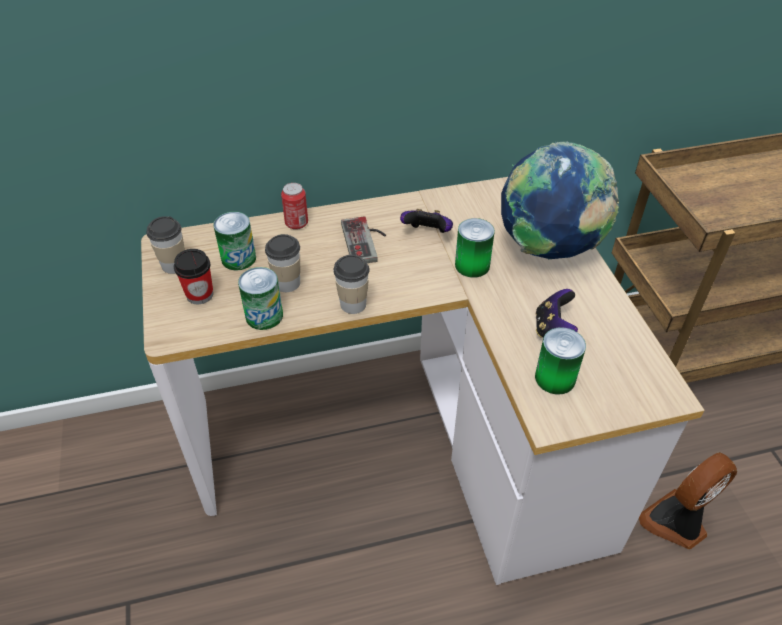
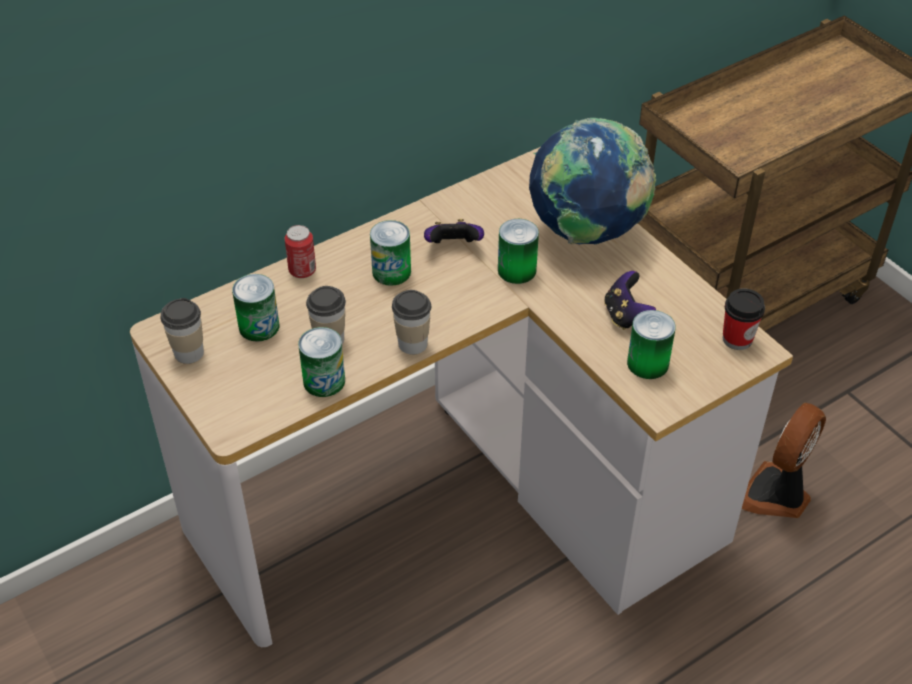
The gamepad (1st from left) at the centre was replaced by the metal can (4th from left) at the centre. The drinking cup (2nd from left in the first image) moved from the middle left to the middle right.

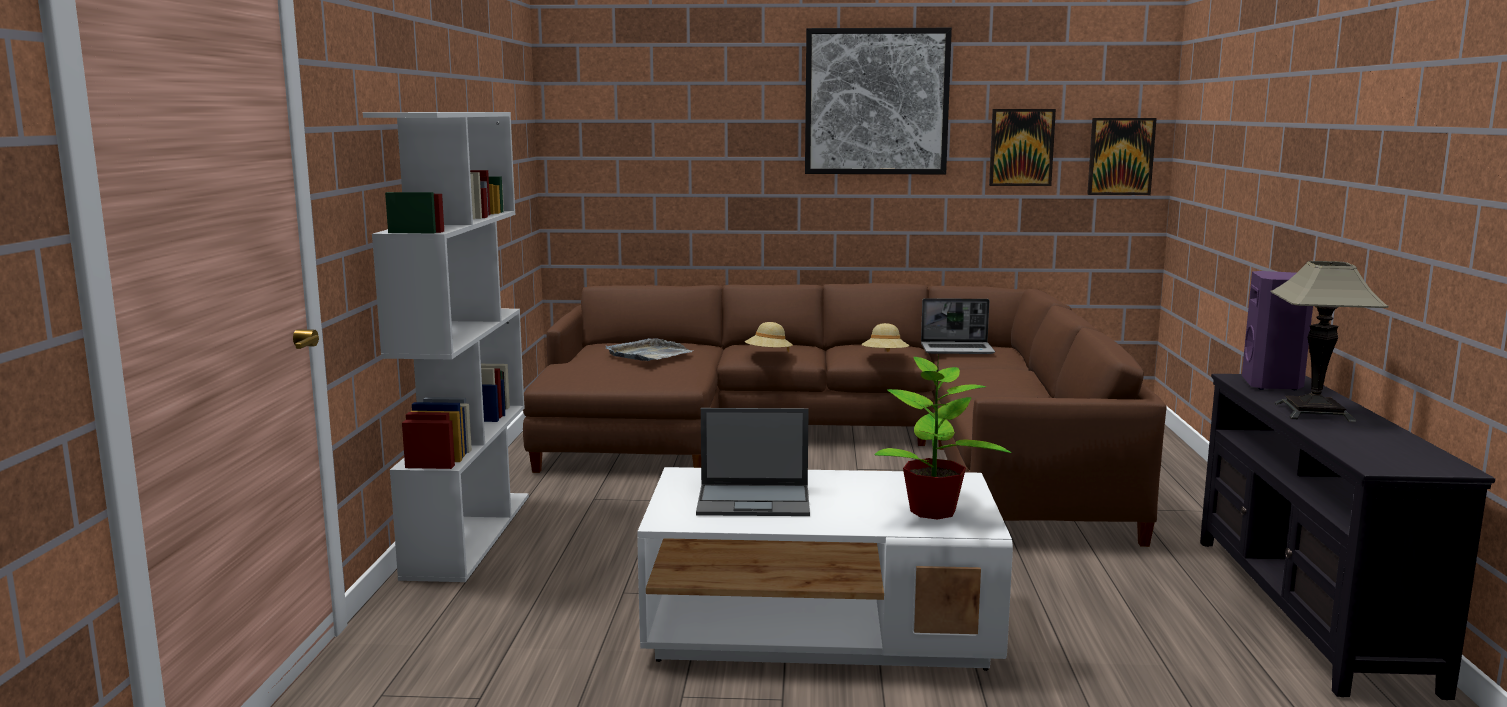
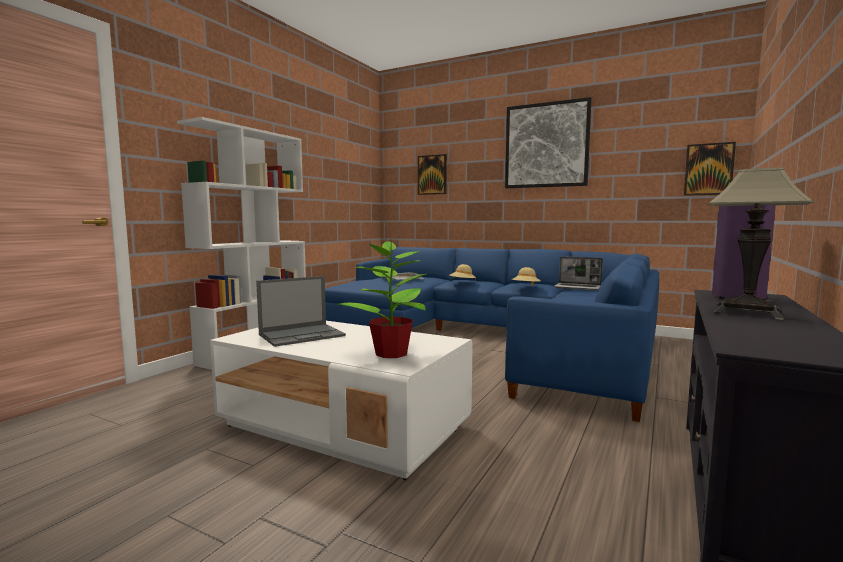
The portable computer (1st from left) at the centre turned 60 degrees counterclockwise. The brown-coloured settee at the centre became the blue settee at the centre. The picture (2nd from left in the first image) moved from the top right to the top centre.

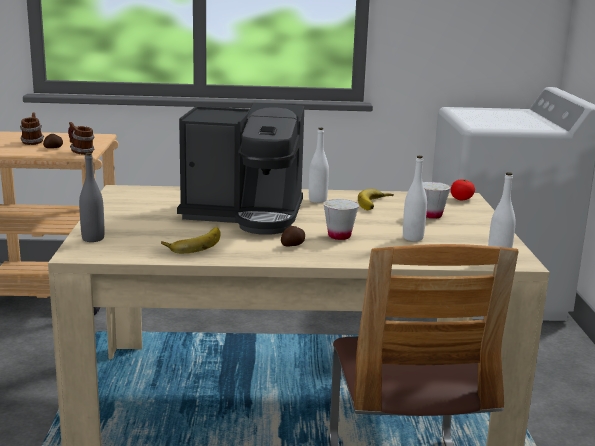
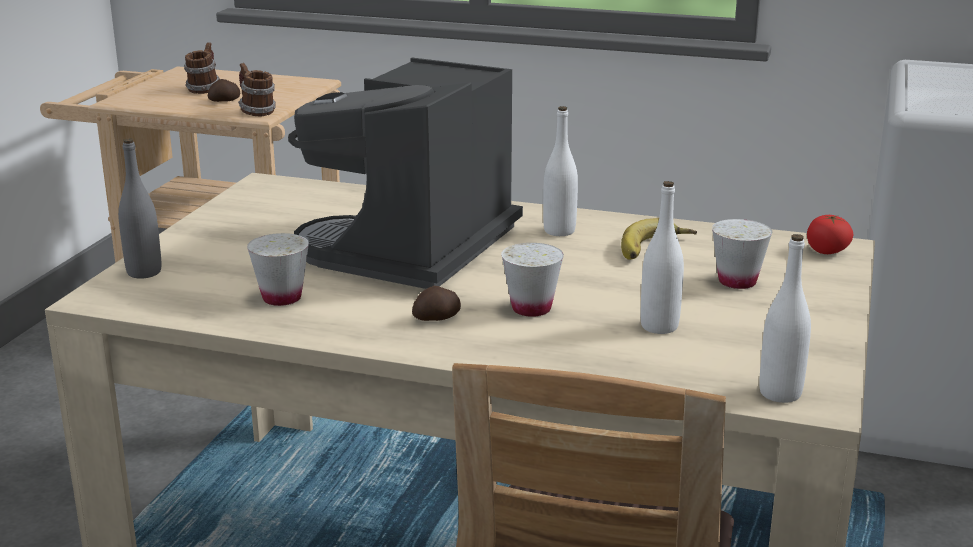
The banana (1st from left) at the middle left was replaced by the white drinking cup (1st from left) at the middle left. The coffee machine at the centre turned 90 degrees clockwise.

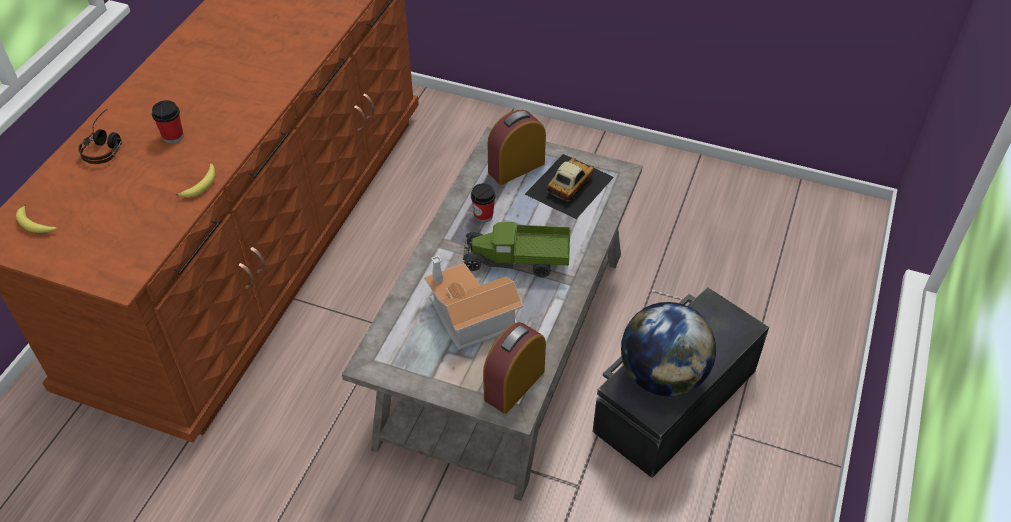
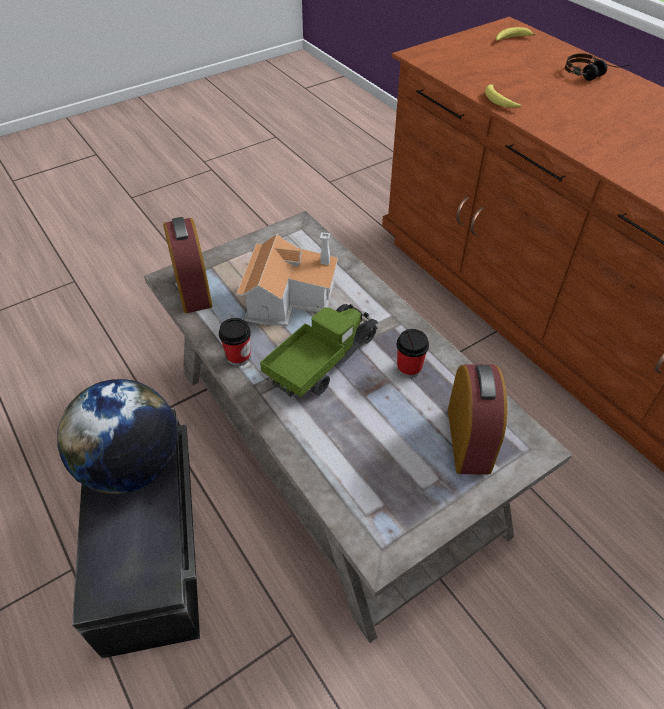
The drinking cup (1st from left) moved from the top left to the centre. The model car at the centre disappeared.

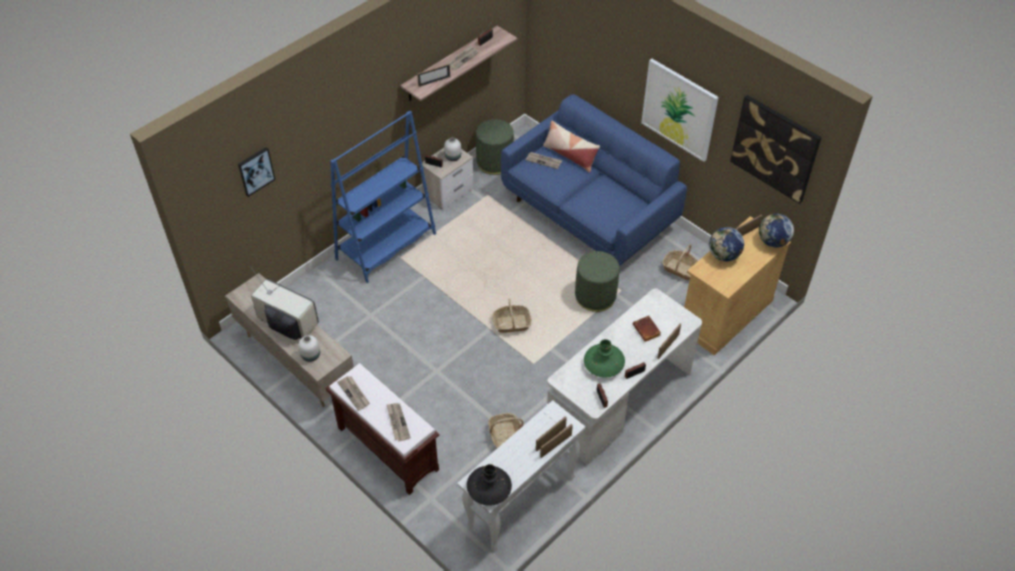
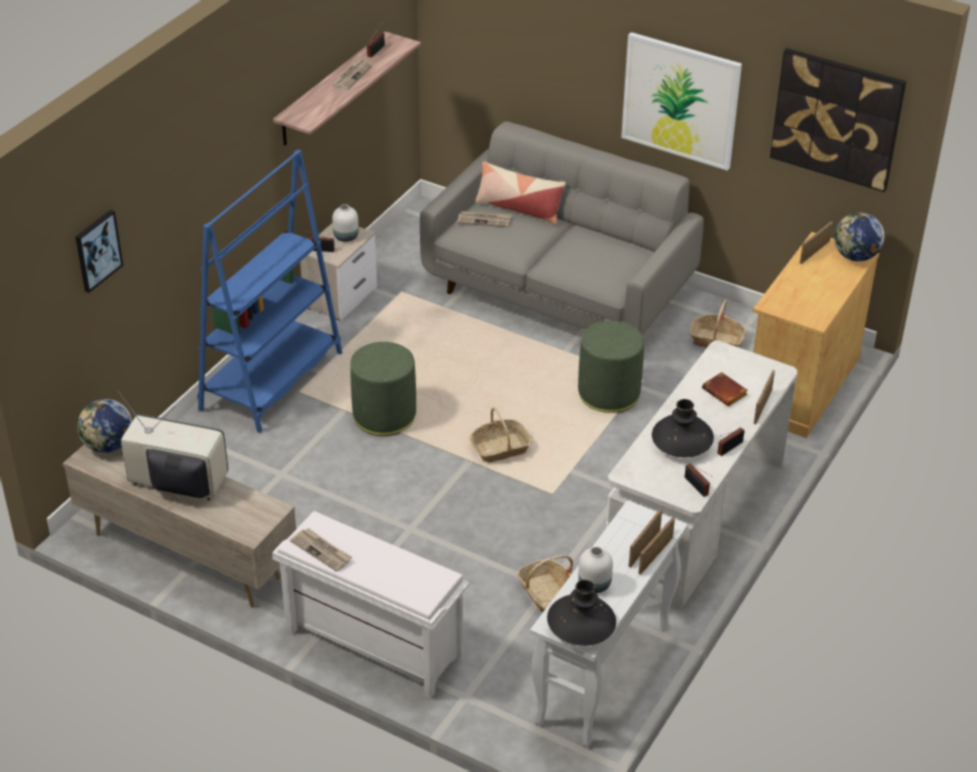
The globe (1st from left) moved from the middle right to the middle left. The brown-coloured long seat at the bottom centre became the white long seat at the bottom centre. The green footrest (1st from left) moved from the top centre to the centre. The blue settee at the top centre became the grey settee at the top centre. The white vase (1st from left in the first image) moved from the middle left to the bottom centre. The green vase at the centre became the black vase (2nd from left) at the middle right. The daily paper (2nd from left) at the bottom centre disappeared. The standing frame (1st from left) at the top centre disappeared.

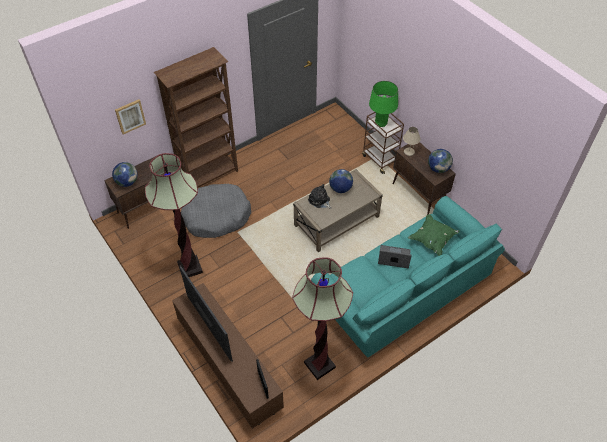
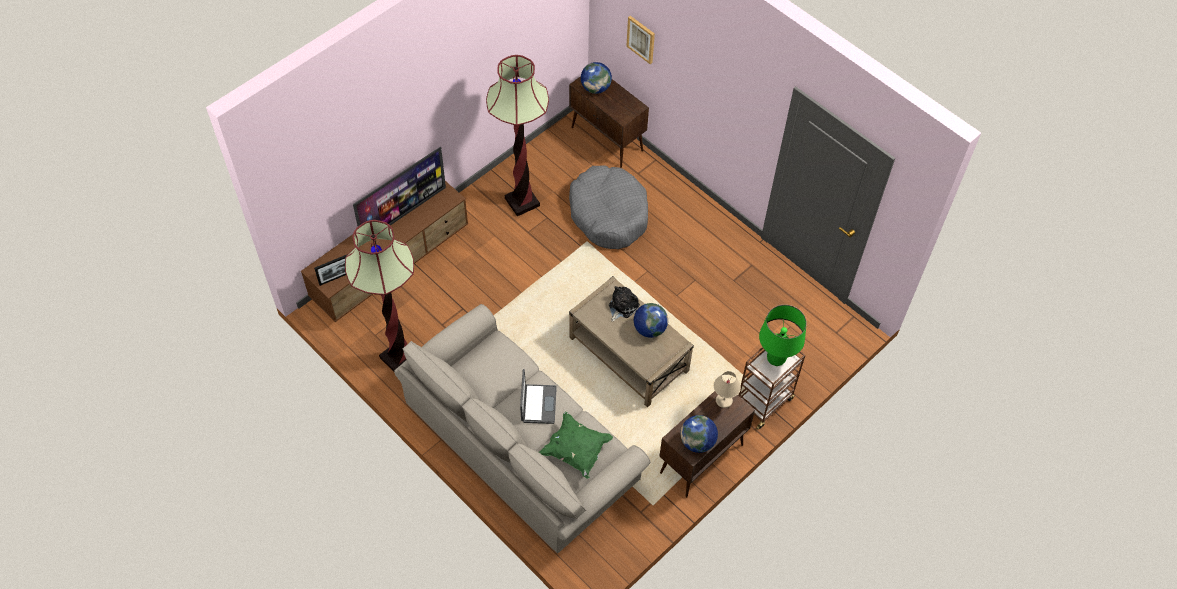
The turquoise settee at the middle right became the sand-coloured settee at the bottom centre. The brown-coloured shelving unit at the top left disappeared.

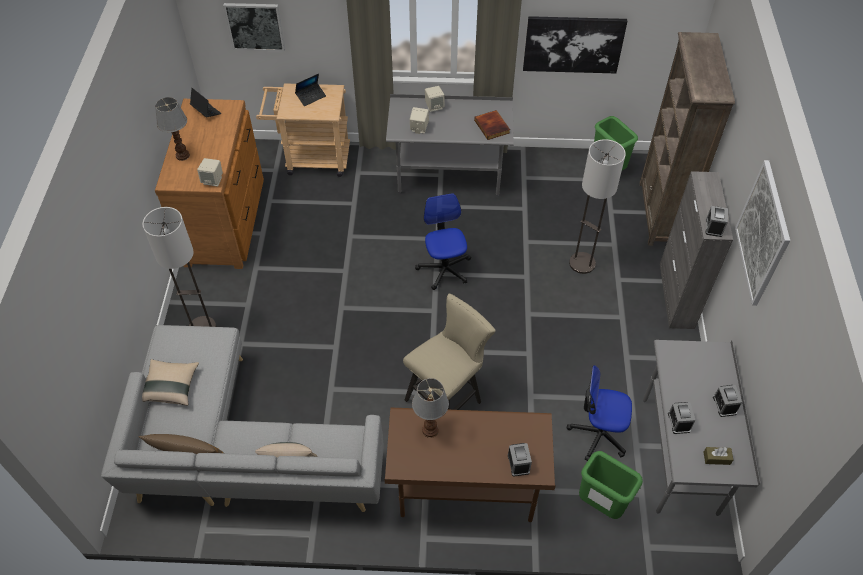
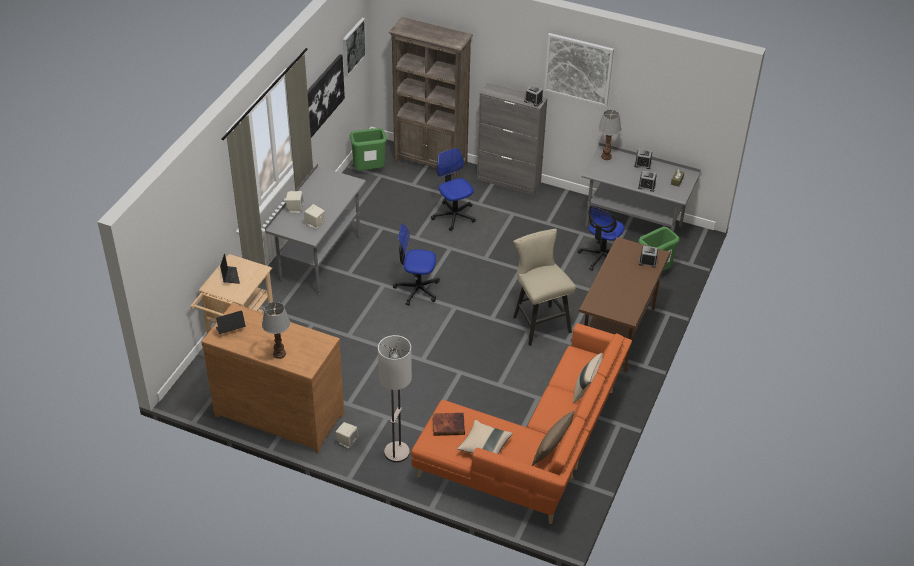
The sand-coloured audio speaker (1st from left in the first image) moved from the top left to the bottom centre. The picture (1st from left in the first image) moved from the top left to the top centre. The grey settee at the bottom left became the orange settee at the bottom centre. The floor lamp (2nd from left) at the middle right was replaced by the computer chair (2nd from left) at the centre. The book moved from the top centre to the bottom centre. The lamp for a table (2nd from left) moved from the bottom centre to the top centre.

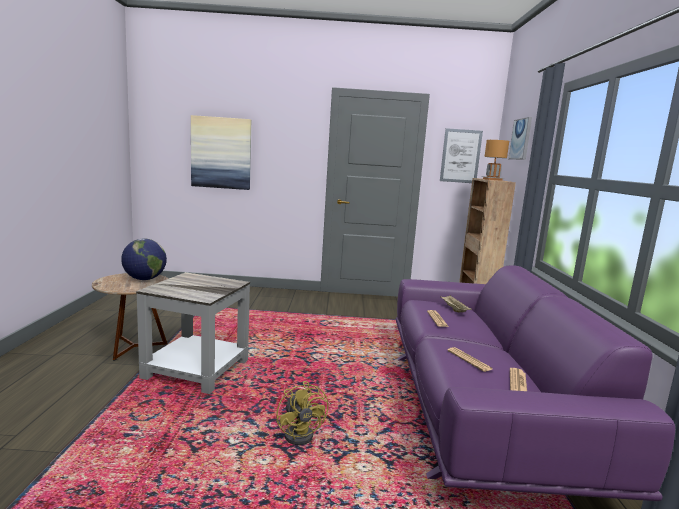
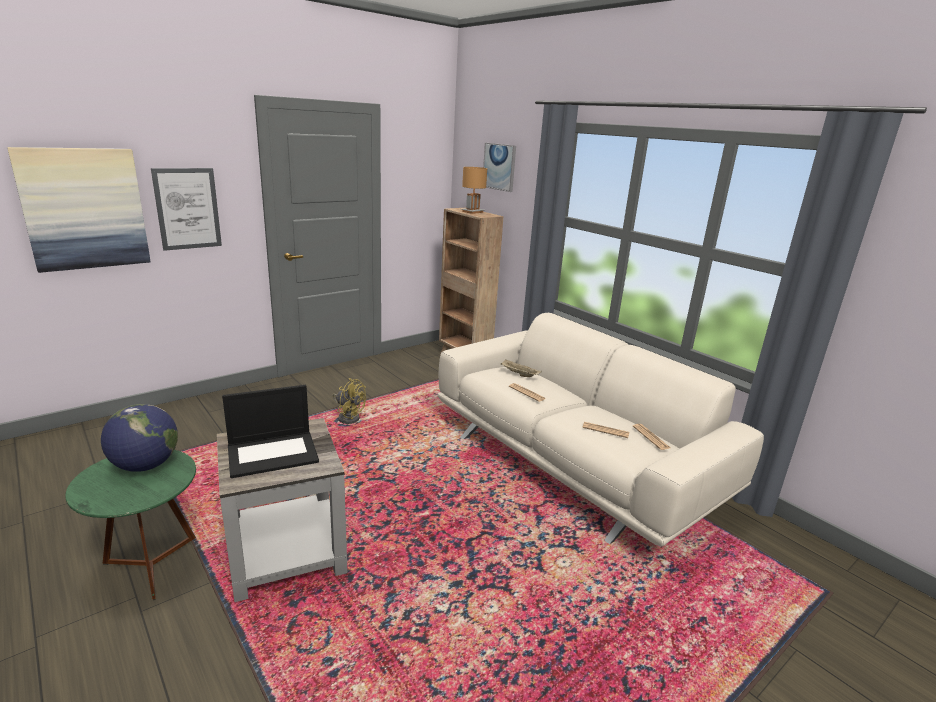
The brown-coloured accent table at the middle left became the green accent table at the bottom left. The picture (2nd from left) moved from the top right to the top left. The portable computer at the middle left appeared. The yellowish fan moved from the bottom centre to the centre. The purple-coloured settee at the bottom right became the sand-coloured settee at the centre.

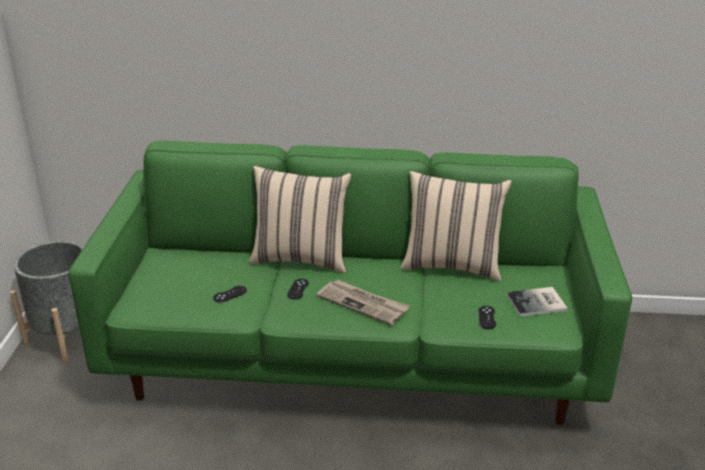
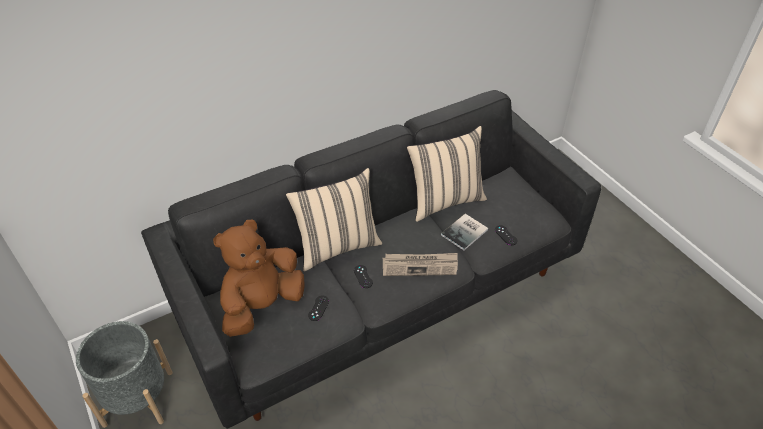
The green settee at the centre became the black settee at the centre. The brown-coloured soft toy at the centre appeared. The book moved from the middle right to the centre.

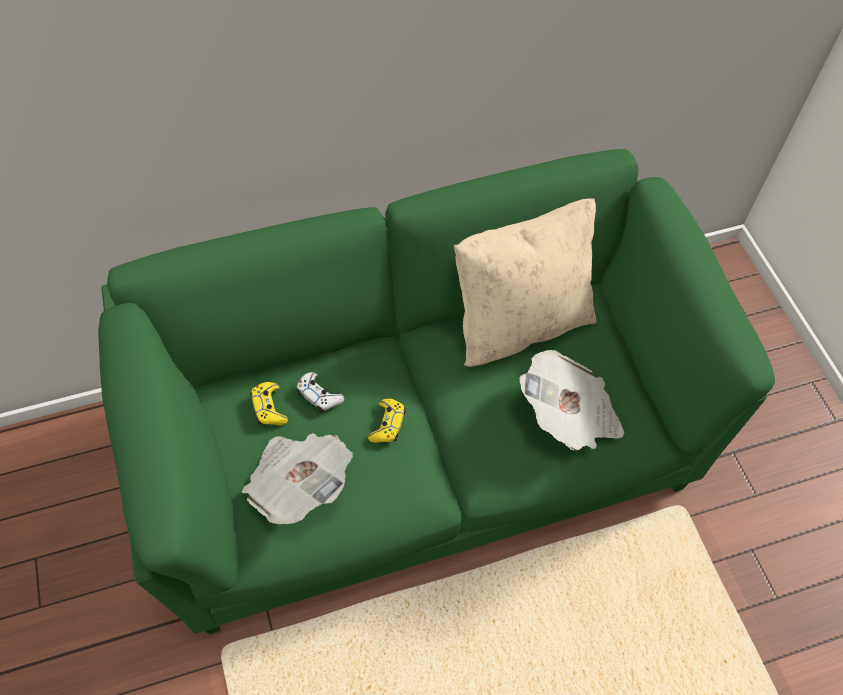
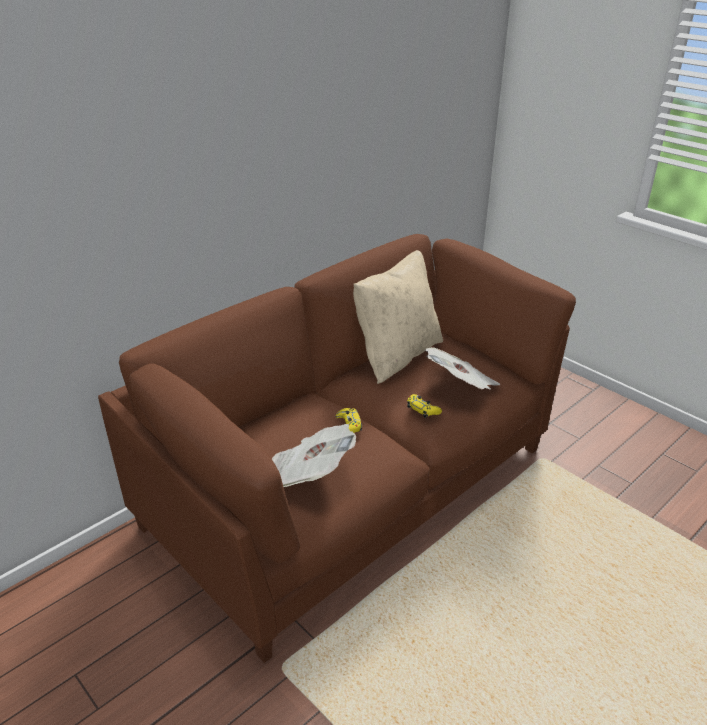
The green settee at the centre became the brown-coloured settee at the centre. The yellowish gamepad (1st from left in the first image) moved from the middle left to the centre. The white gamepad at the centre disappeared.

